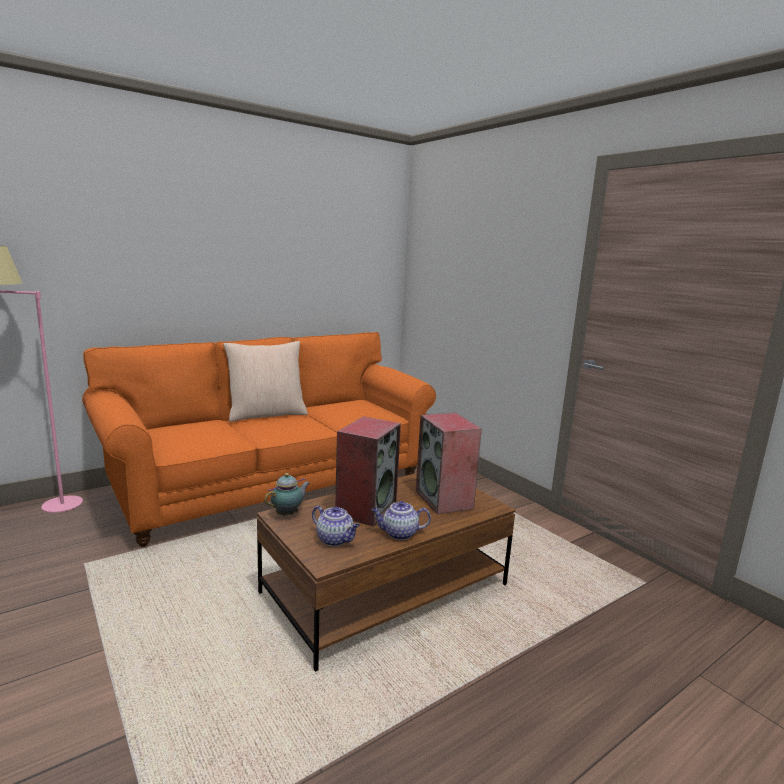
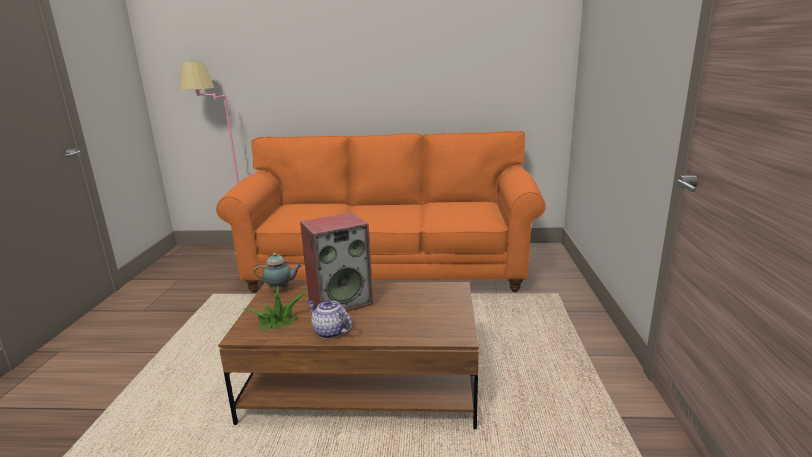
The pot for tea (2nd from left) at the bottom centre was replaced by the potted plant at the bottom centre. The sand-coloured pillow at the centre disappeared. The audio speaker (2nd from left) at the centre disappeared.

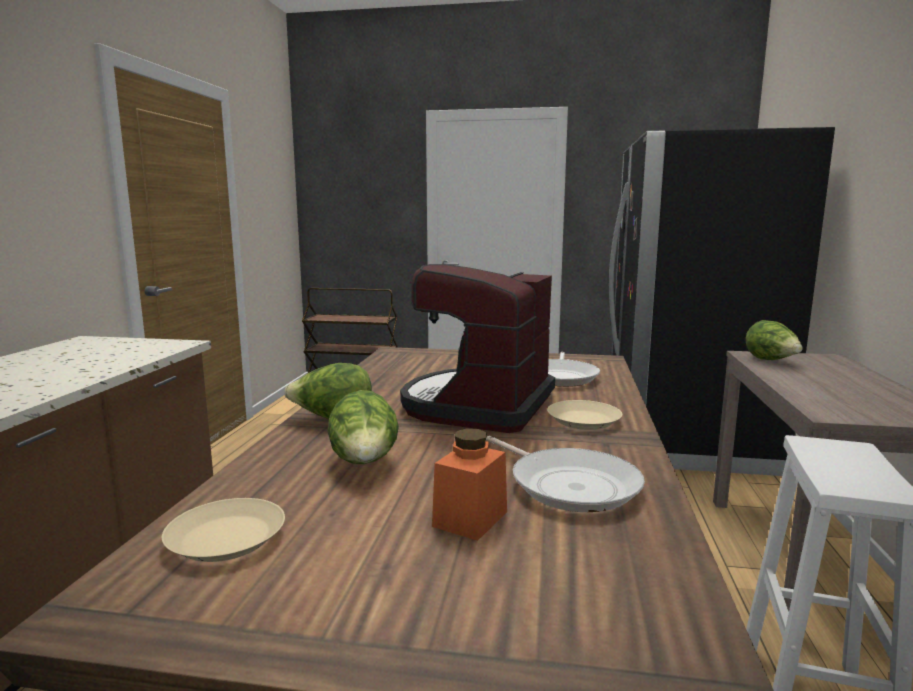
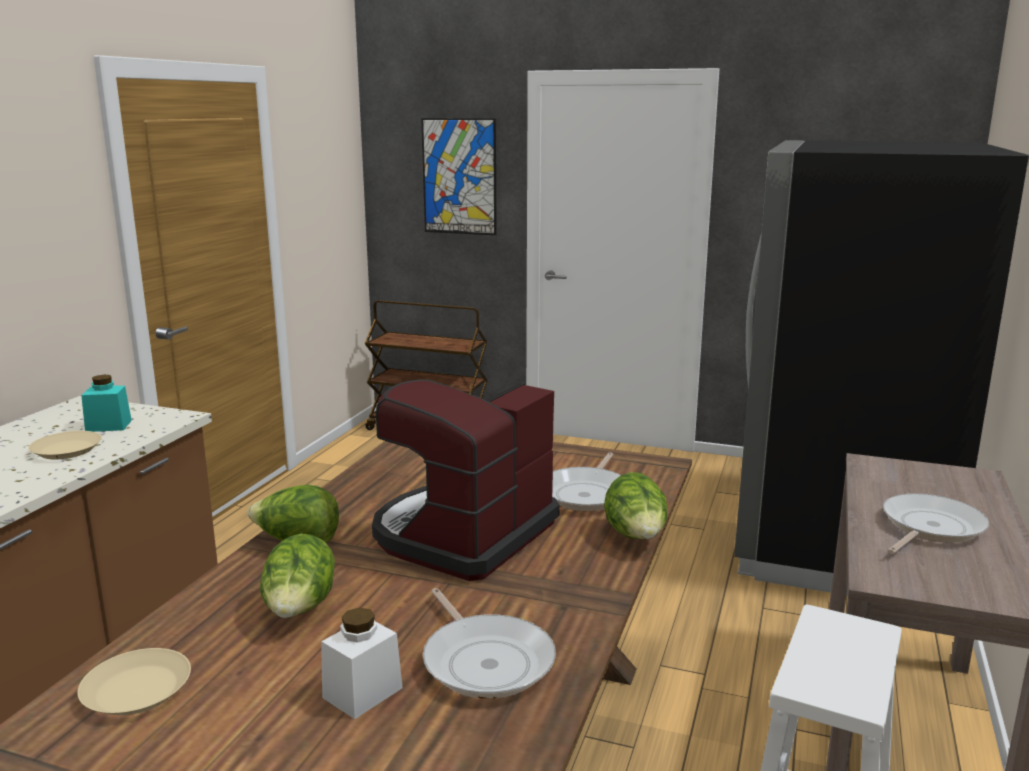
The sand-coloured plate (2nd from left in the first image) moved from the centre to the middle left. The turquoise storage jar at the middle left appeared. The orange storage jar at the bottom centre became the white storage jar at the bottom centre. The picture at the top centre appeared. The lettuce (3rd from left) moved from the middle right to the centre. The pan (3rd from left) at the bottom right appeared.

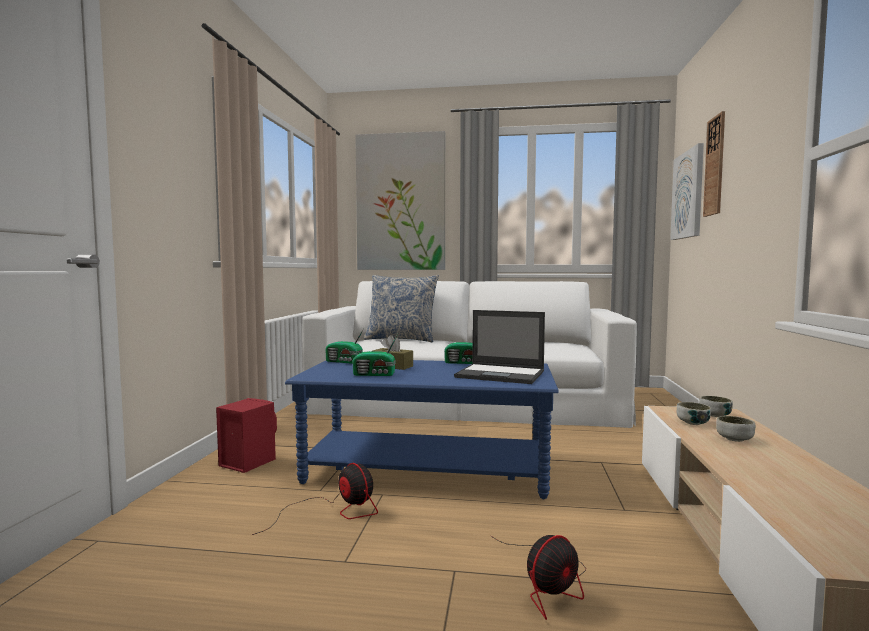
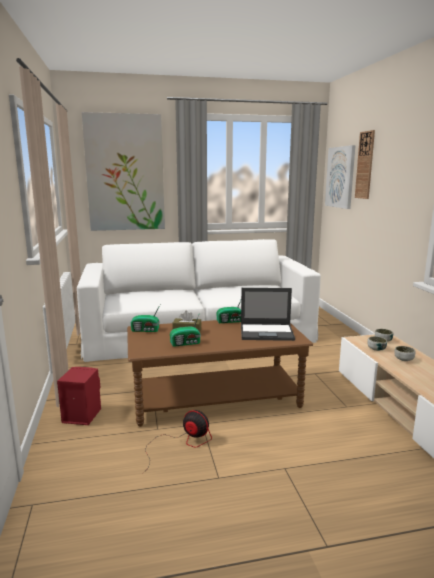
The blue low table at the bottom centre became the brown-coloured low table at the centre. The pillow at the centre disappeared. The fan (2nd from left) at the bottom centre disappeared.

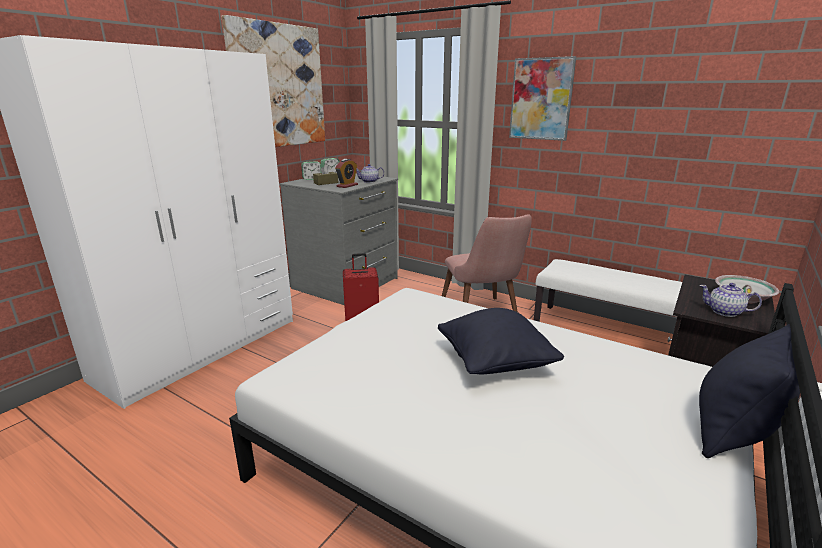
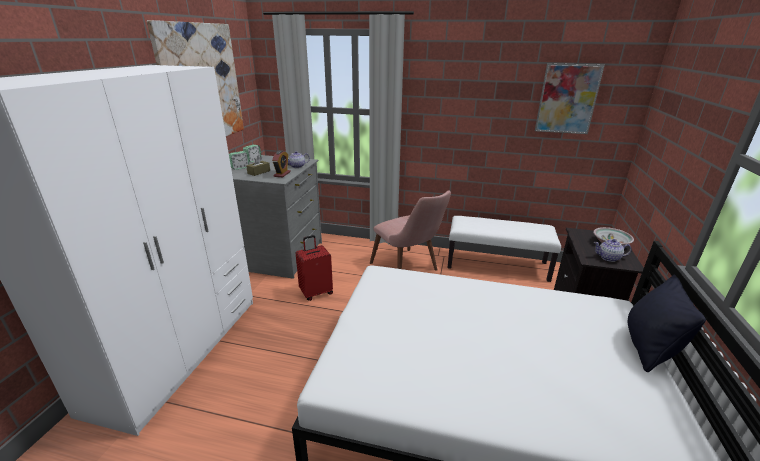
The picture (2nd from left) moved from the top centre to the top right. The black pillow (1st from left) at the centre disappeared.

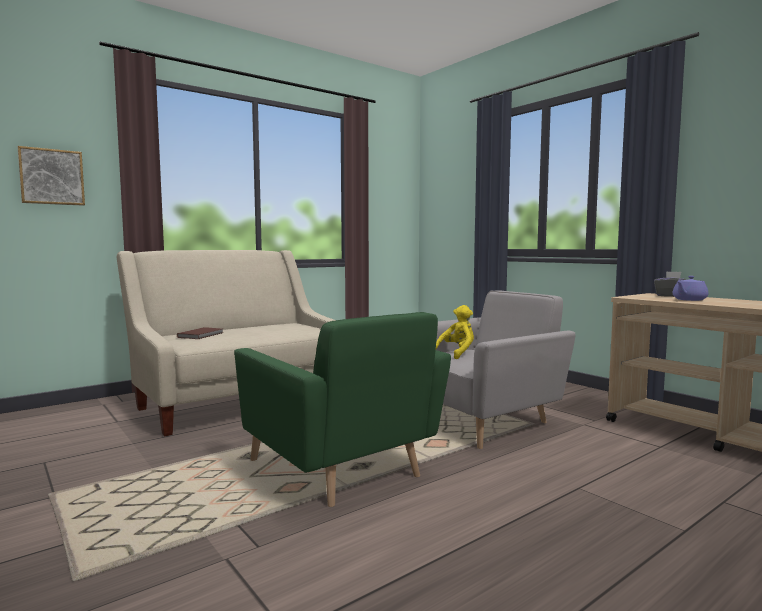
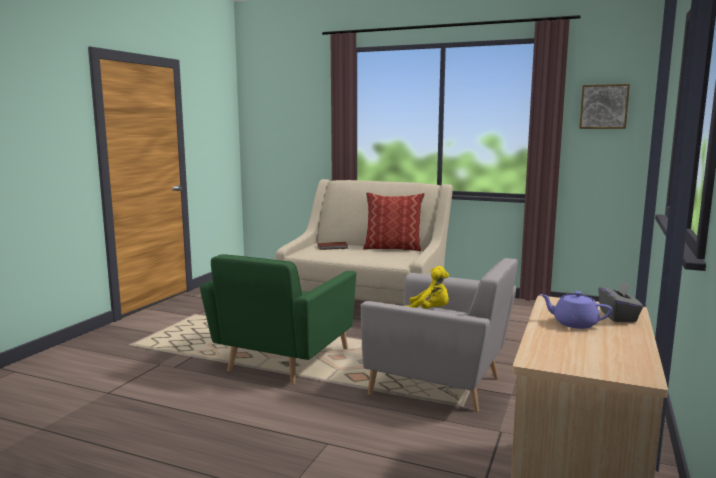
The pillow at the centre appeared. The picture moved from the top left to the top right.

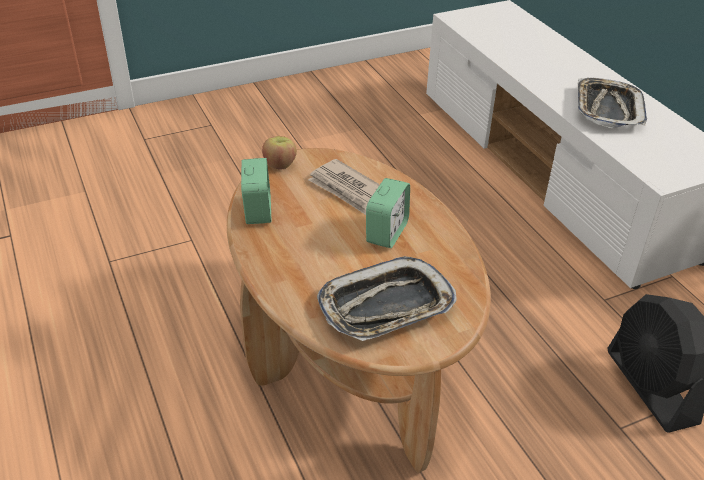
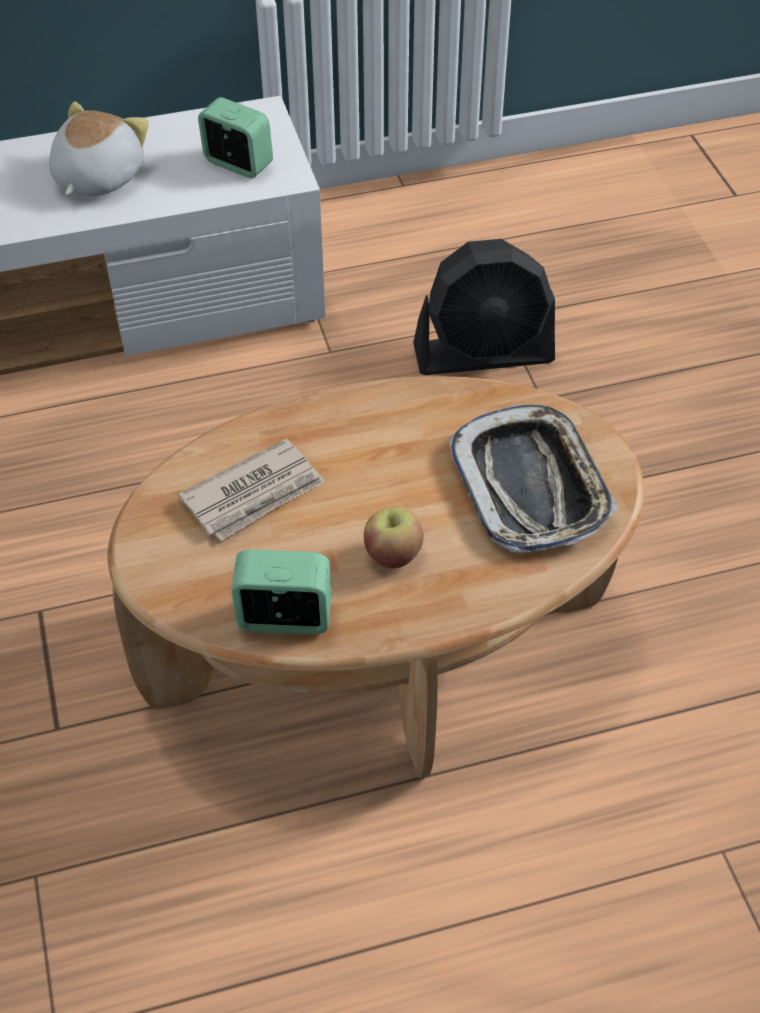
The carrying tray (2nd from left) at the top right was replaced by the soft toy at the top left. The table clock (2nd from left in the first image) moved from the centre to the top left. The apple moved from the top centre to the centre.

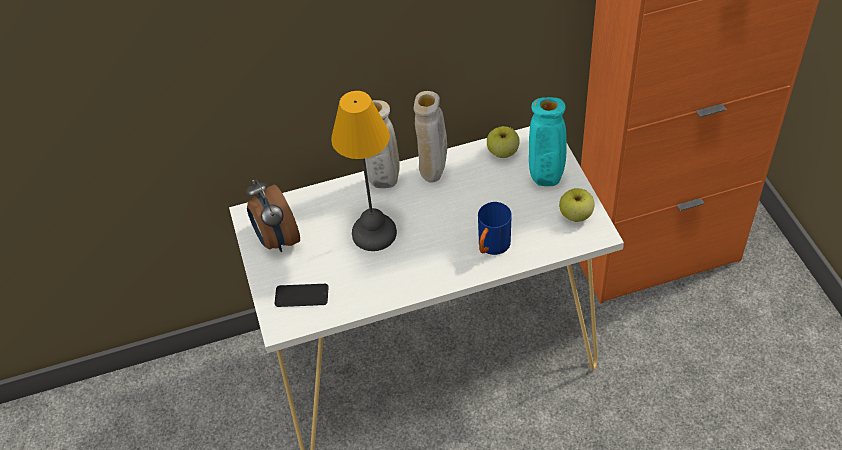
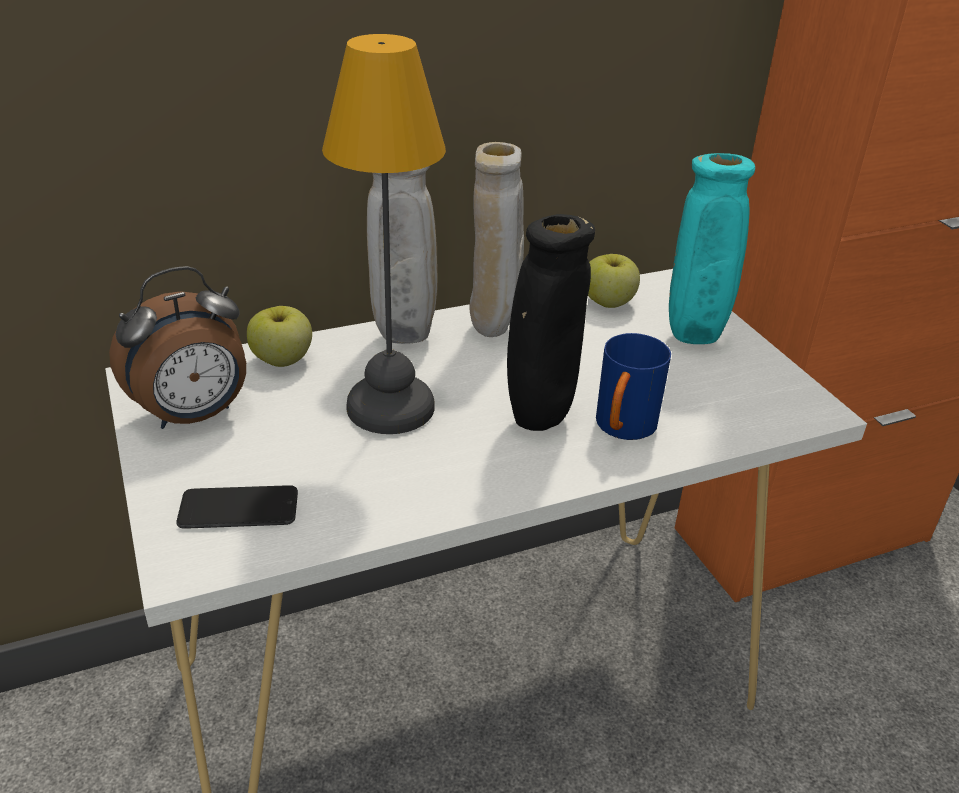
The table clock at the middle left turned 90 degrees counterclockwise. The apple (2nd from left in the first image) moved from the middle right to the middle left. The black vase at the centre appeared.

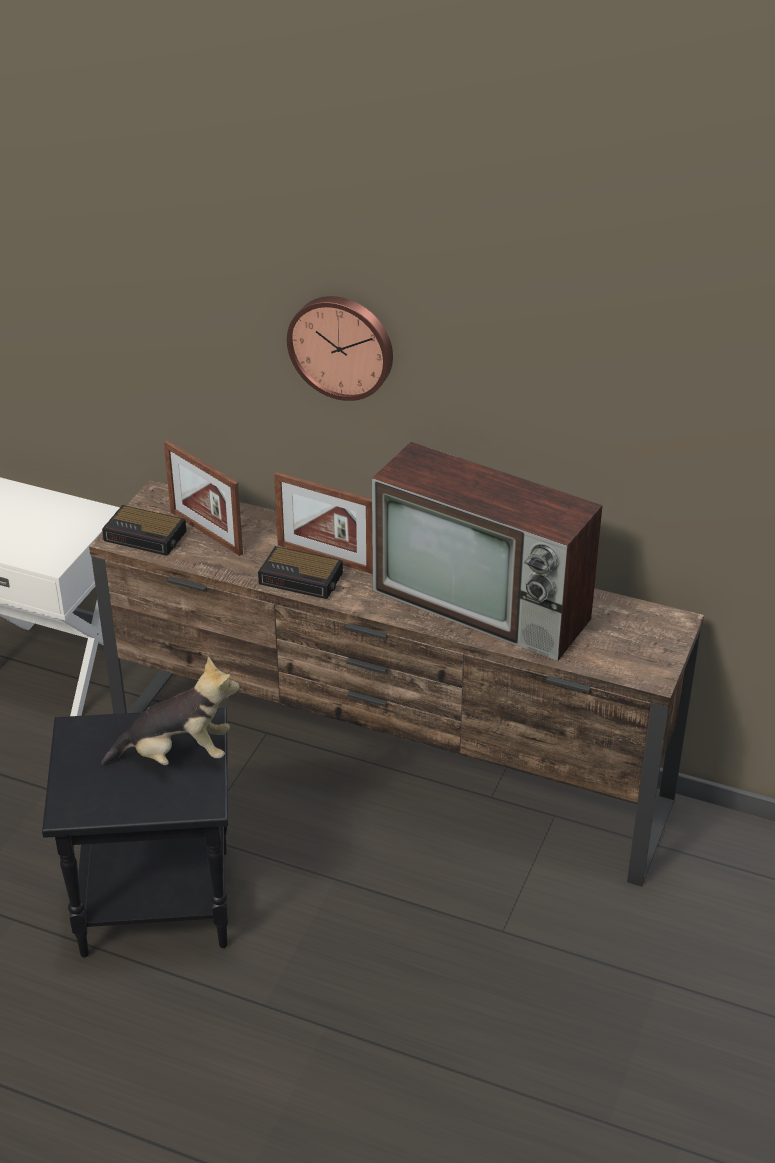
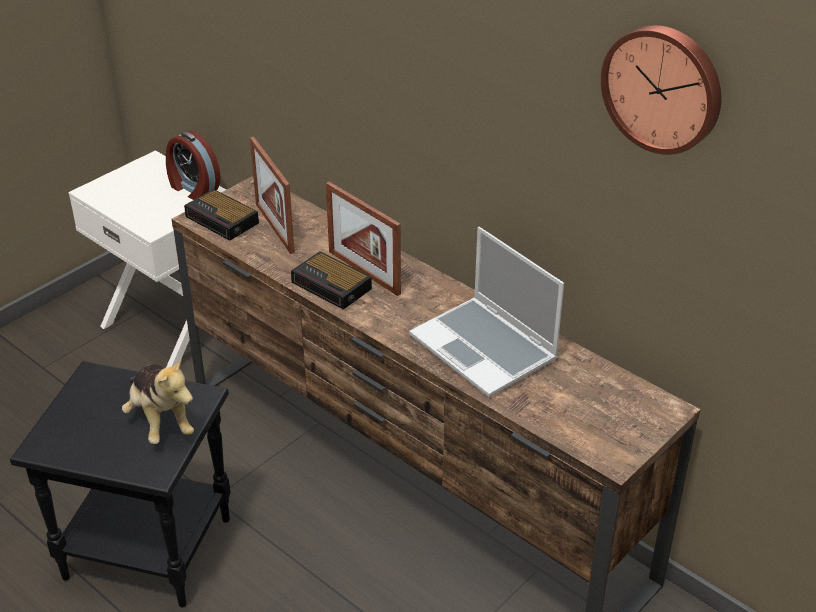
The soft toy at the middle left turned 45 degrees clockwise. The table clock (1st from left) at the top left appeared. The TV set at the centre was replaced by the portable computer at the centre. The wall clock moved from the top centre to the top right.

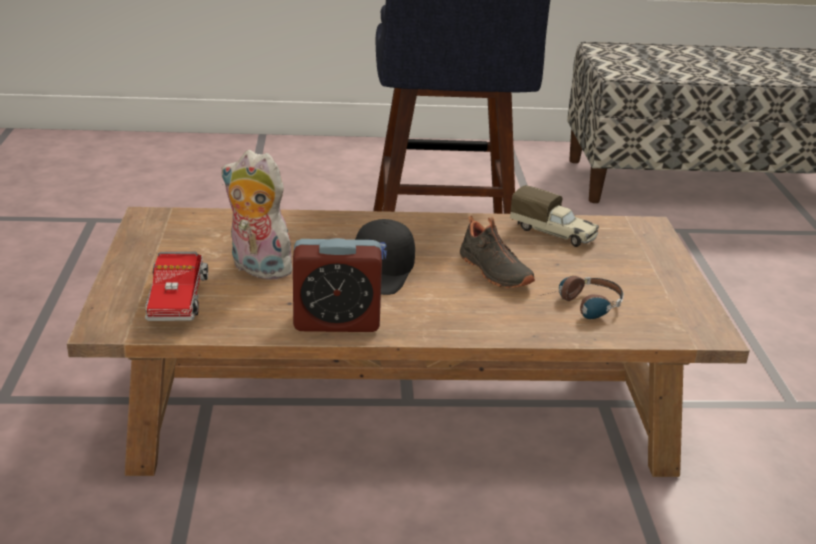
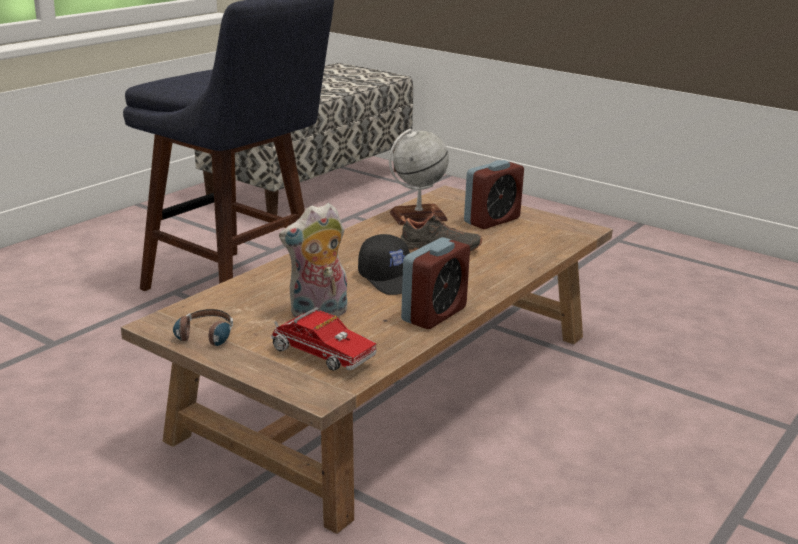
The headphones moved from the middle right to the middle left. The toy truck (2nd from left) at the middle right was replaced by the globe at the top centre. The table clock (2nd from left) at the centre appeared.

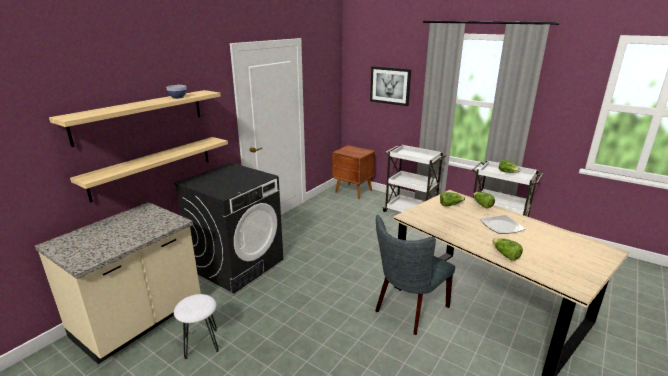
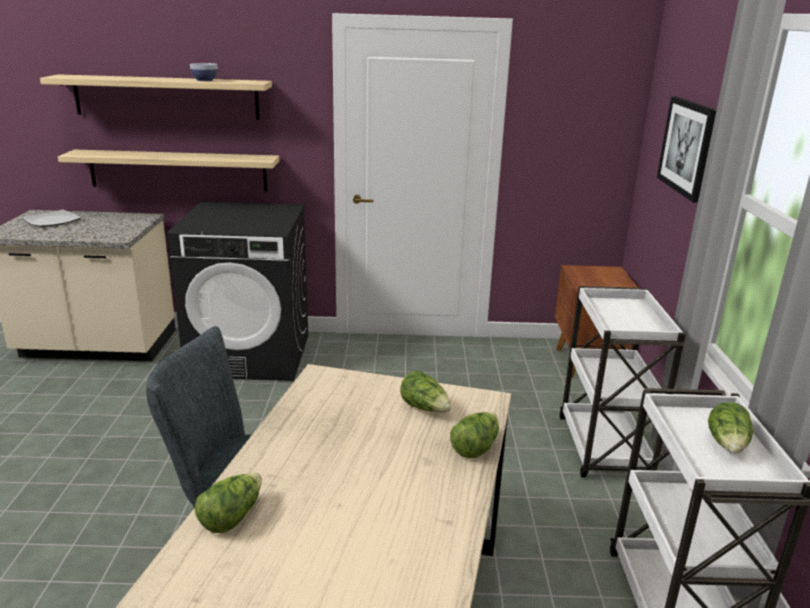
The plate moved from the middle right to the middle left. The white stool seat at the bottom left disappeared.

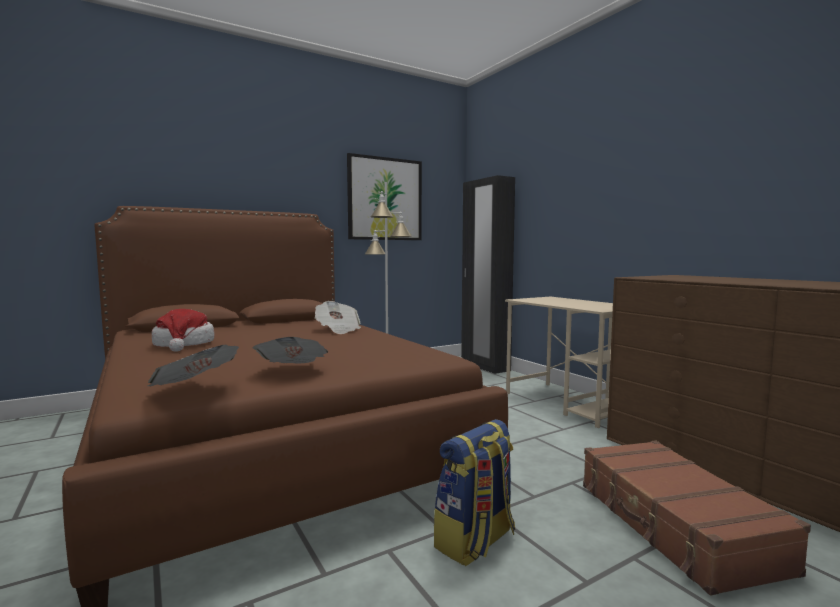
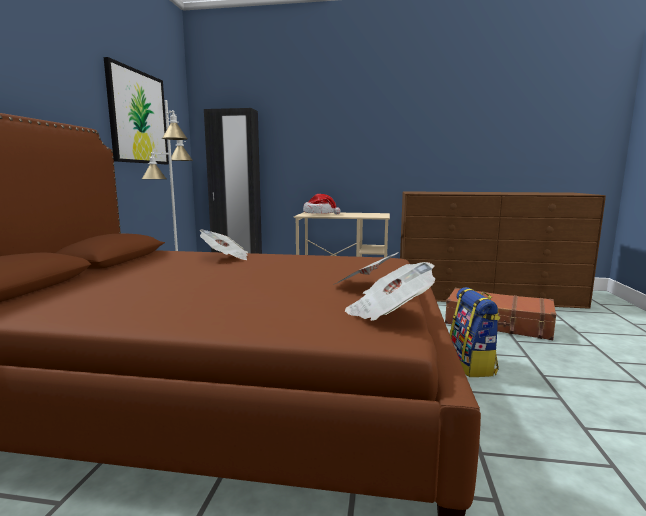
The hat moved from the middle left to the centre.

